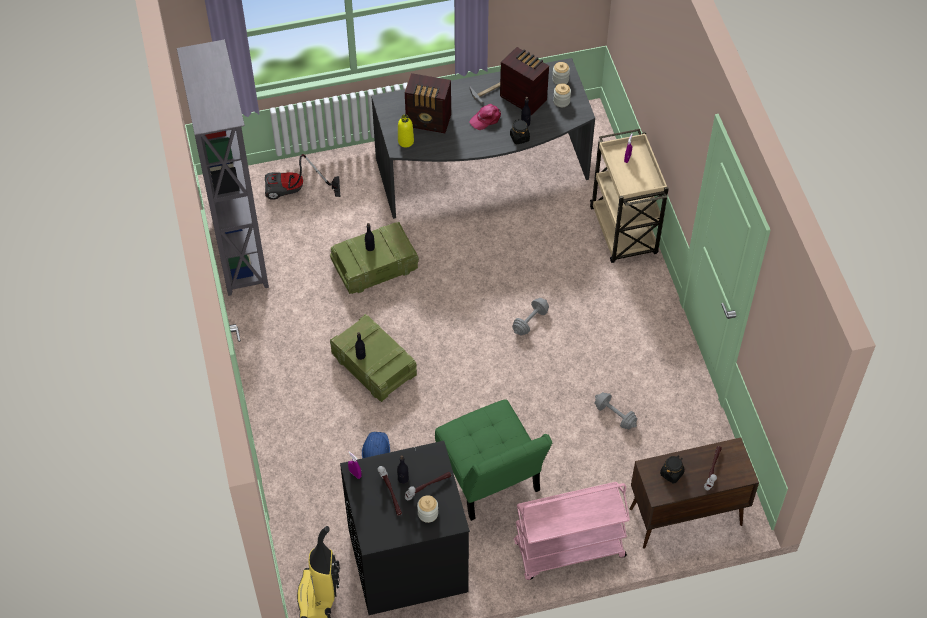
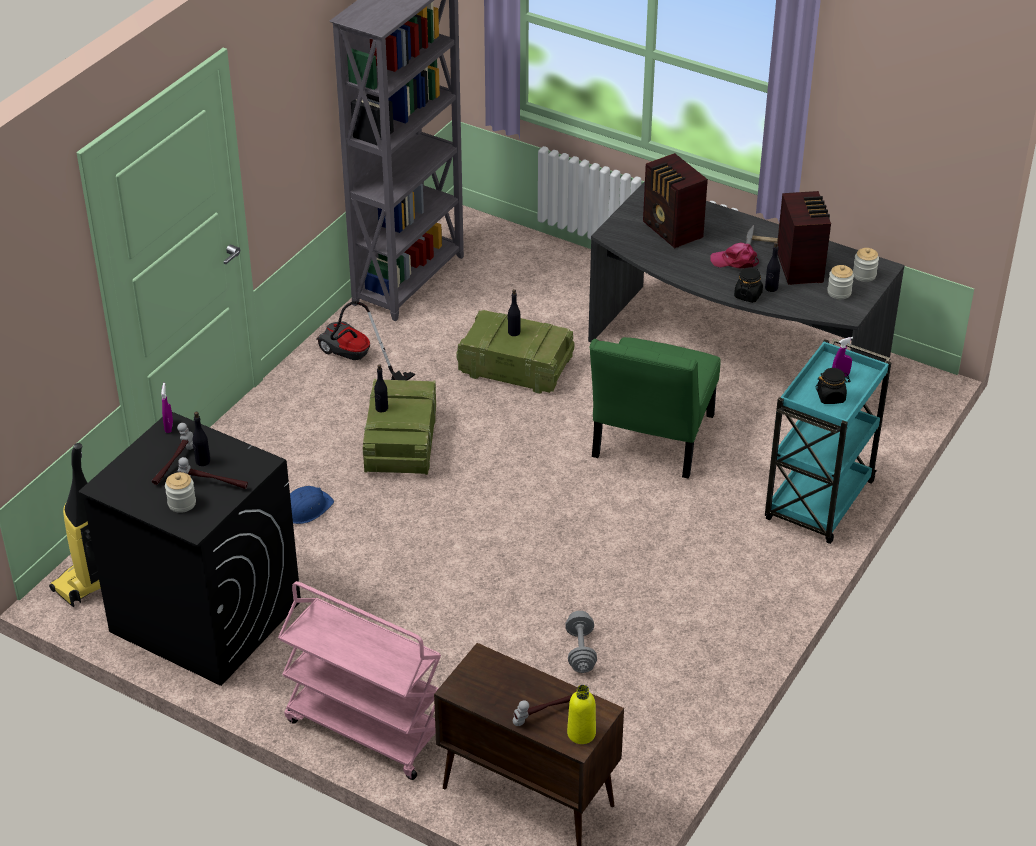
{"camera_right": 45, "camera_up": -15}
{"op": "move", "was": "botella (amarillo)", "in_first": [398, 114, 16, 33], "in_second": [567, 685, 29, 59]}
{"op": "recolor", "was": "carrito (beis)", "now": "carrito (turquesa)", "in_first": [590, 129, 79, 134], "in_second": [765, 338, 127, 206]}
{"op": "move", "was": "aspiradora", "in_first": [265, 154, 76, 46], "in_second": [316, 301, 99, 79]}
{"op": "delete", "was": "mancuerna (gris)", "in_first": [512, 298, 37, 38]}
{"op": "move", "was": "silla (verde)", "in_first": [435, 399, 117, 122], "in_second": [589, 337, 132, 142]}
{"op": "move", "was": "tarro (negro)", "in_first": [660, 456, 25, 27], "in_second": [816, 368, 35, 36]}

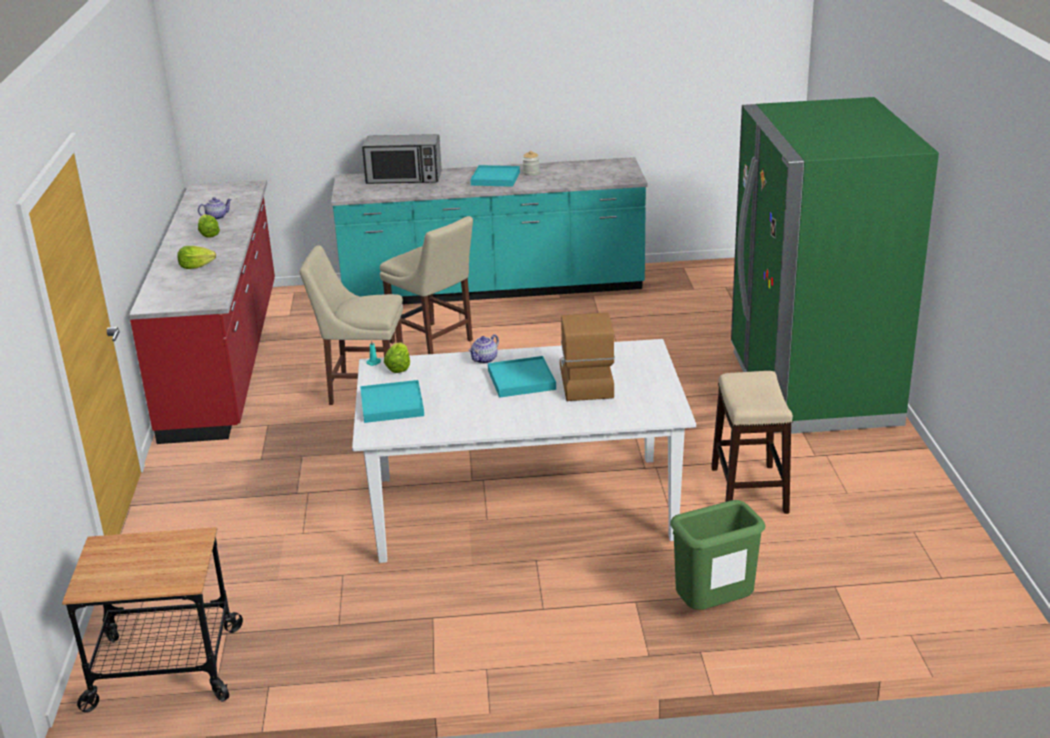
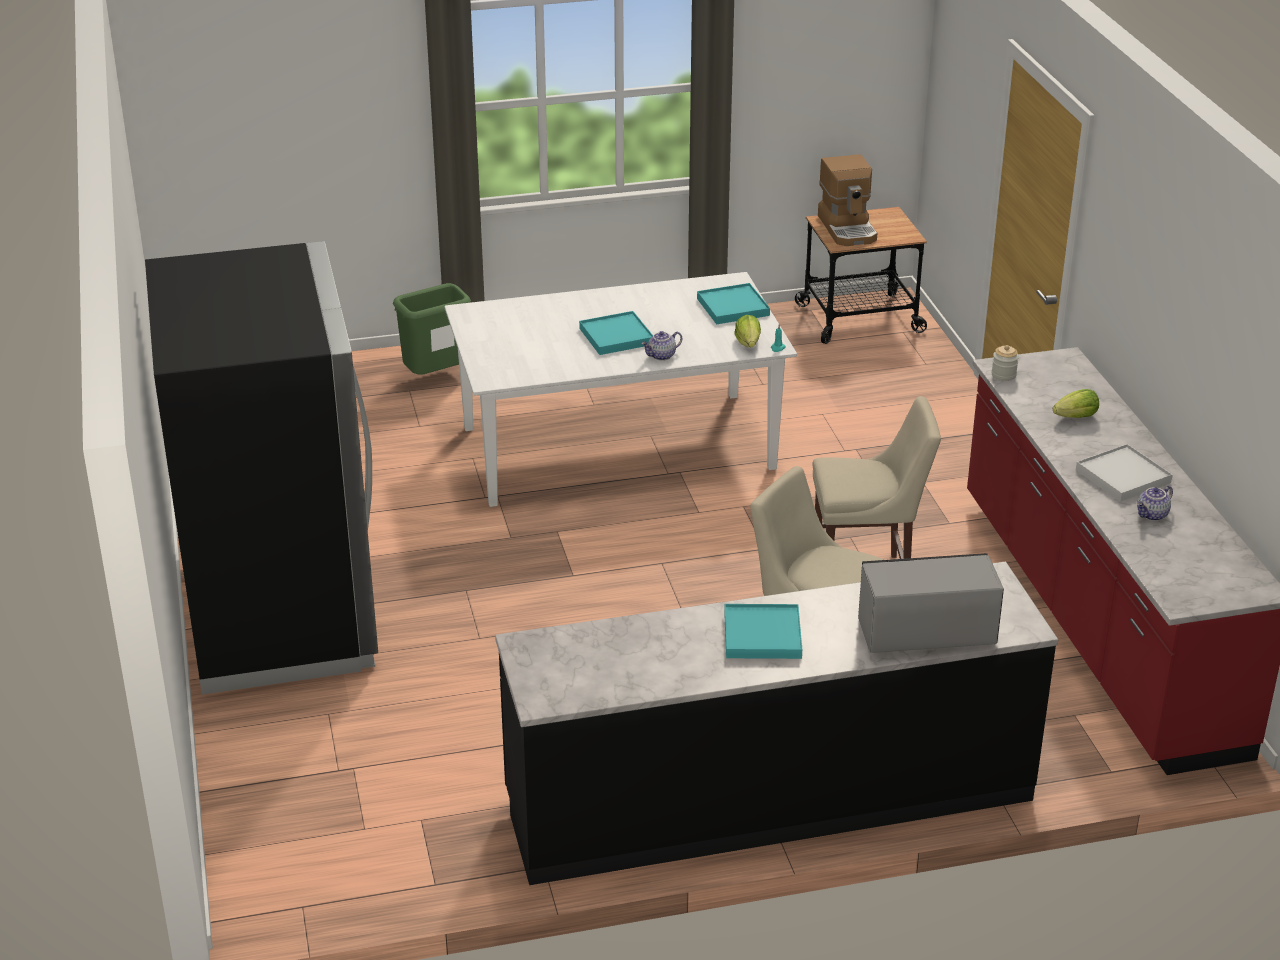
{"camera_right": 170, "camera_up": 5}
{"op": "recolor", "was": "nevera (verde)", "now": "nevera (negro)", "in_first": [731, 97, 208, 337], "in_second": [145, 241, 233, 454]}
{"op": "move", "was": "tarro", "in_first": [522, 151, 18, 25], "in_second": [992, 345, 27, 36]}
{"op": "recolor", "was": "mueble bajo de cocina (turquesa)", "now": "mueble bajo de cocina (negro)", "in_first": [331, 157, 316, 147], "in_second": [495, 561, 563, 324]}
{"op": "replace", "was": "lechuga", "now": "bandeja (blanco)", "in_first": [198, 214, 22, 24], "in_second": [1076, 444, 97, 58]}
{"op": "move", "was": "cafetera", "in_first": [560, 313, 55, 88], "in_second": [818, 154, 59, 92]}
{"op": "rotate", "was": "tetera", "in_first": [468, 334, 31, 30], "in_second": [641, 331, 41, 30], "clockwise": -150}
{"op": "delete", "was": "taburete", "in_first": [711, 371, 82, 143]}

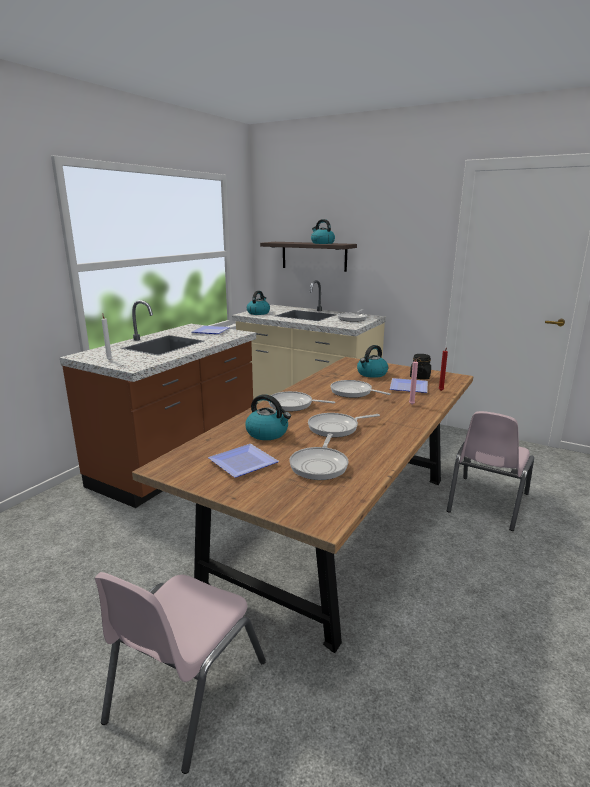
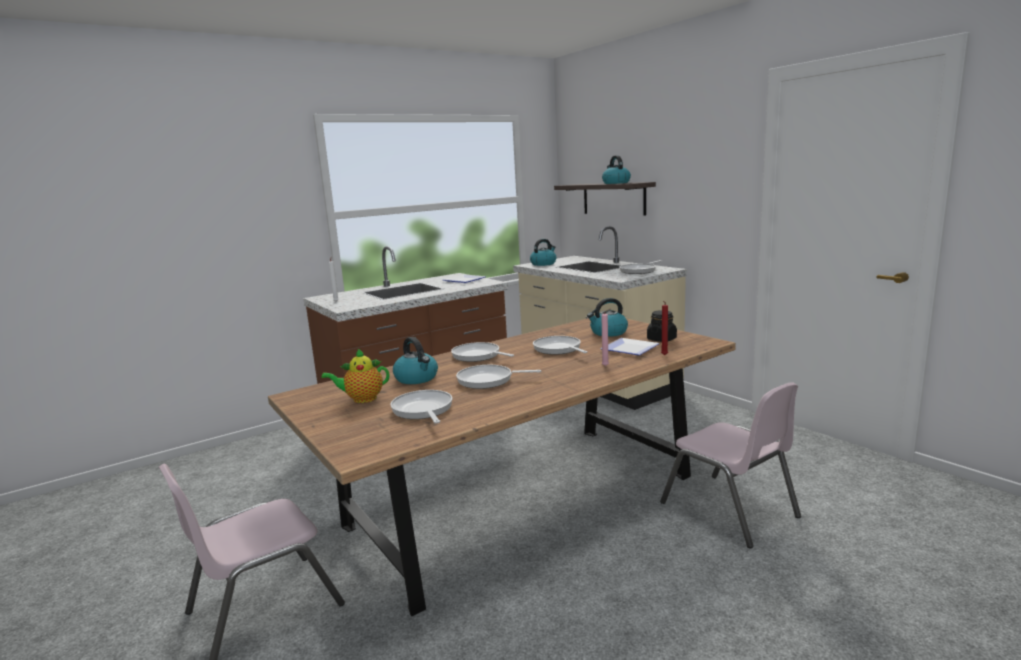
{"camera_right": 25, "camera_up": -5}
{"op": "rotate", "was": "silla (rosa)", "in_first": [447, 411, 87, 120], "in_second": [660, 382, 141, 166], "clockwise": -90}
{"op": "rotate", "was": "sartén", "in_first": [289, 433, 60, 47], "in_second": [390, 390, 62, 34], "clockwise": 120}
{"op": "replace", "was": "plato", "now": "tetera", "in_first": [208, 444, 71, 34], "in_second": [321, 348, 68, 55]}

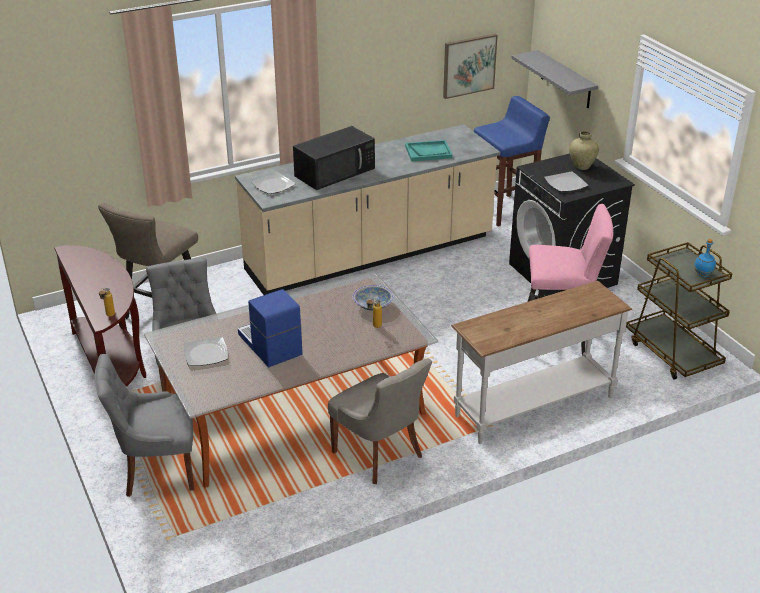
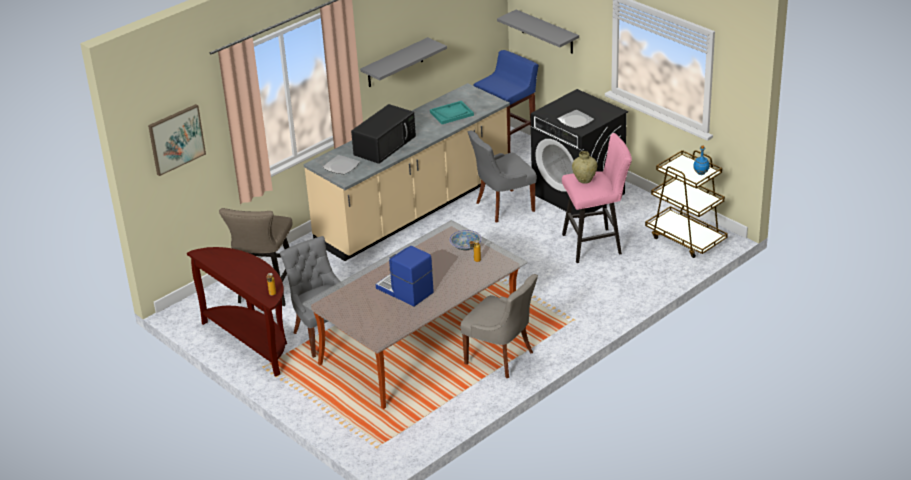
{"camera_right": -15, "camera_up": 0}
{"op": "move", "was": "cuadro", "in_first": [443, 34, 55, 65], "in_second": [148, 104, 58, 72]}
{"op": "move", "was": "florero (beis)", "in_first": [569, 131, 30, 39], "in_second": [572, 151, 25, 33]}
{"op": "delete", "was": "mesa consola (blanco)", "in_first": [451, 281, 181, 163]}
{"op": "delete", "was": "plato", "in_first": [184, 337, 44, 29]}
{"op": "move", "was": "silla (gris)", "in_first": [94, 354, 100, 143], "in_second": [468, 130, 69, 92]}
{"op": "insert", "now": "estante (gris)", "in_second": [360, 37, 87, 50]}

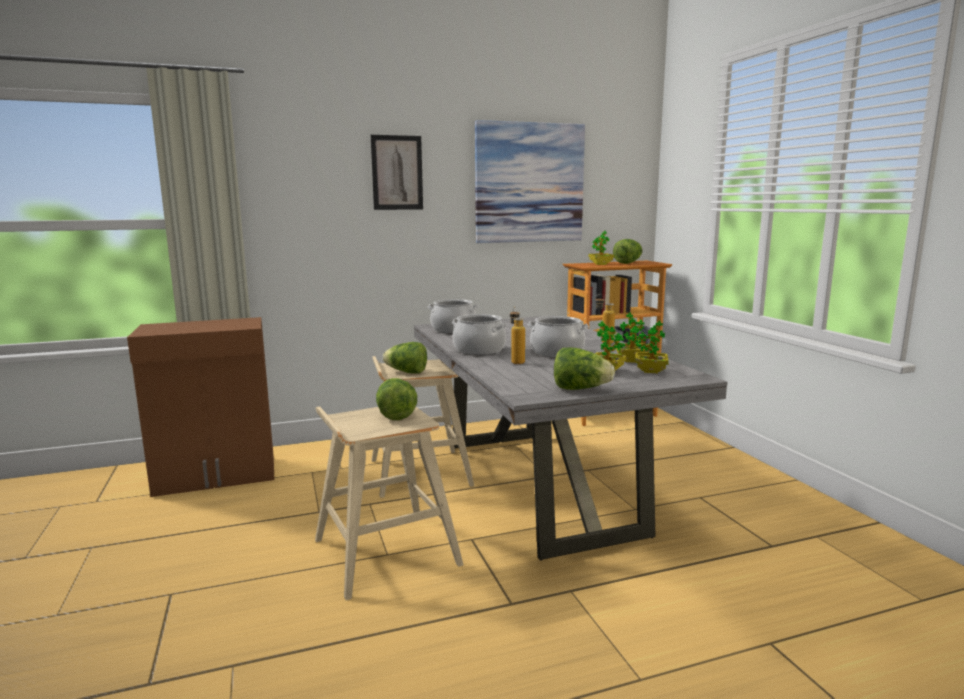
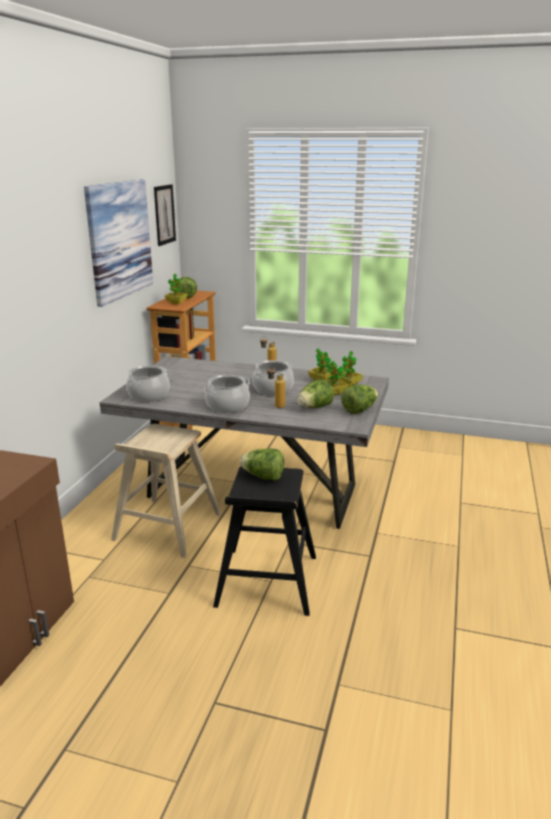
{"camera_right": -55, "camera_up": 10}
{"op": "move", "was": "cuadro", "in_first": [371, 135, 52, 75], "in_second": [154, 184, 22, 62]}
{"op": "move", "was": "lechuga", "in_first": [383, 342, 44, 31], "in_second": [297, 379, 37, 29]}
{"op": "recolor", "was": "taburete (beis)", "now": "taburete (negro)", "in_first": [315, 406, 149, 194], "in_second": [213, 466, 103, 150]}

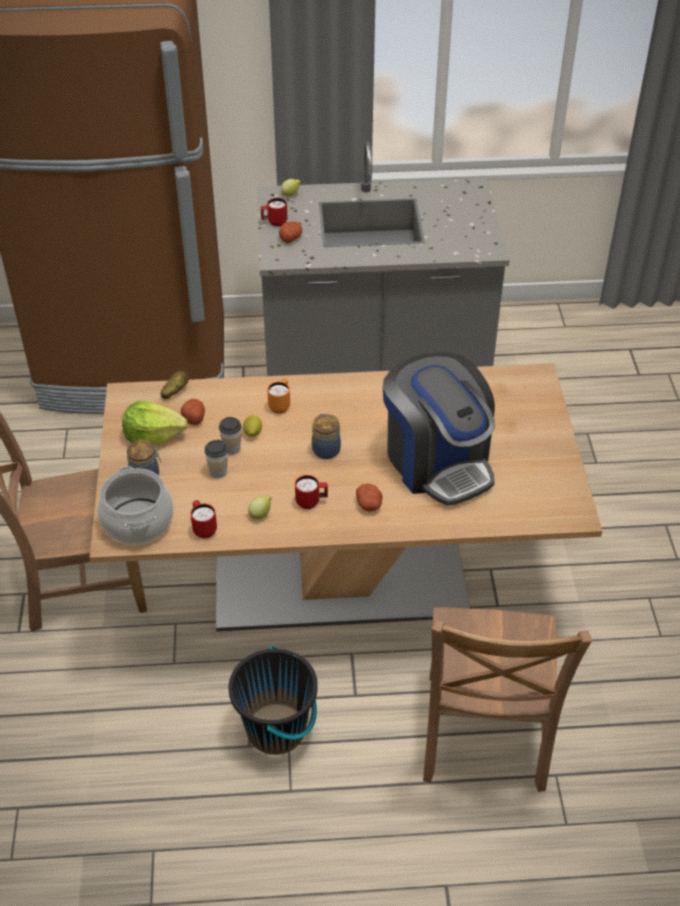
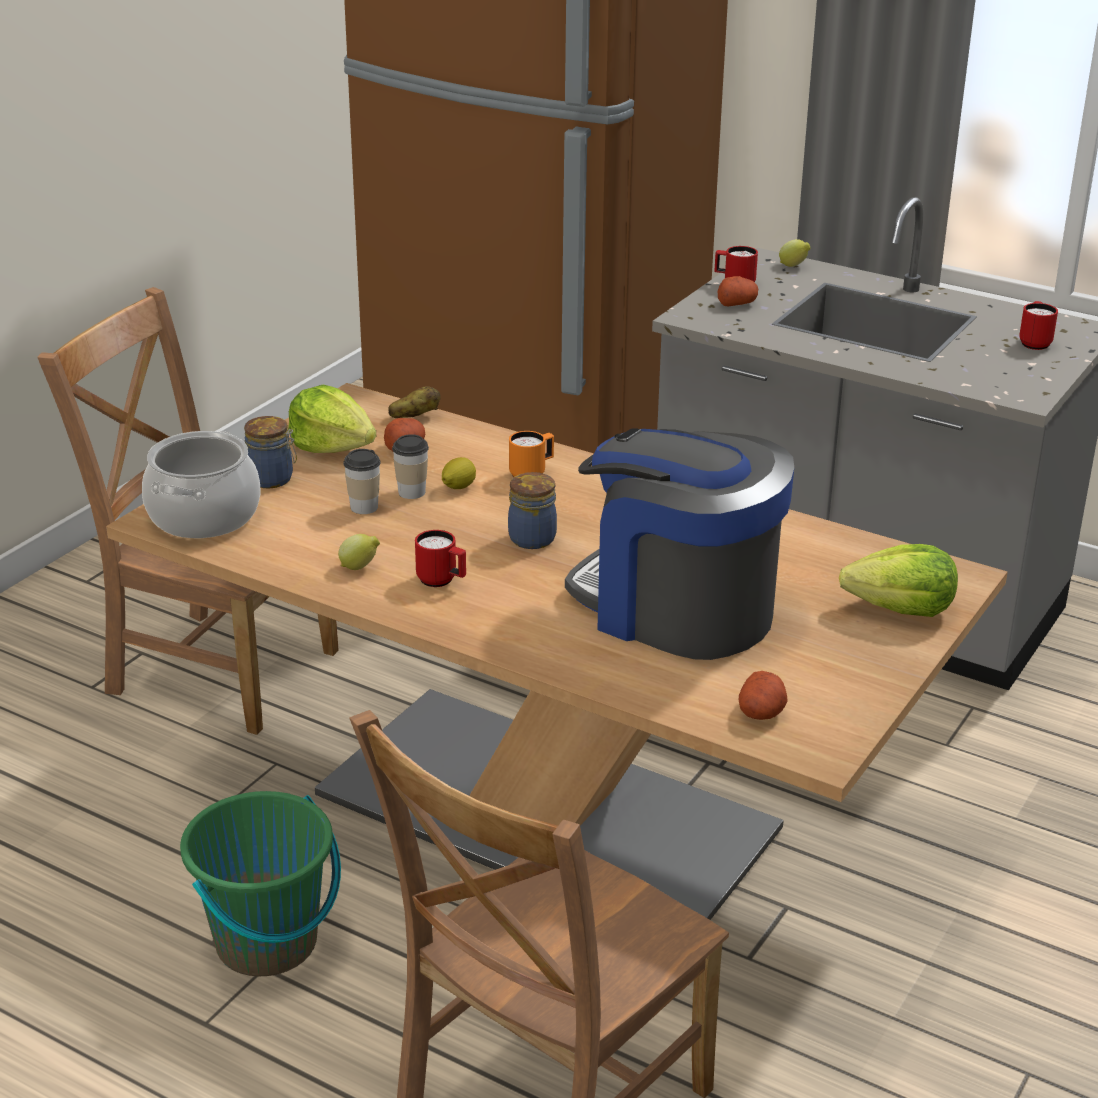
{"camera_right": 35, "camera_up": -15}
{"op": "rotate", "was": "cafetera", "in_first": [383, 352, 112, 154], "in_second": [565, 429, 229, 231], "clockwise": 120}
{"op": "move", "was": "patata", "in_first": [356, 484, 26, 27], "in_second": [739, 671, 49, 49]}
{"op": "move", "was": "taza grande (rojo)", "in_first": [191, 500, 26, 38], "in_second": [1019, 301, 39, 49]}
{"op": "recolor", "was": "cubo (negro)", "now": "cubo (verde)", "in_first": [228, 645, 90, 110], "in_second": [180, 791, 161, 185]}
{"op": "insert", "now": "lechuga", "in_second": [839, 544, 119, 73]}

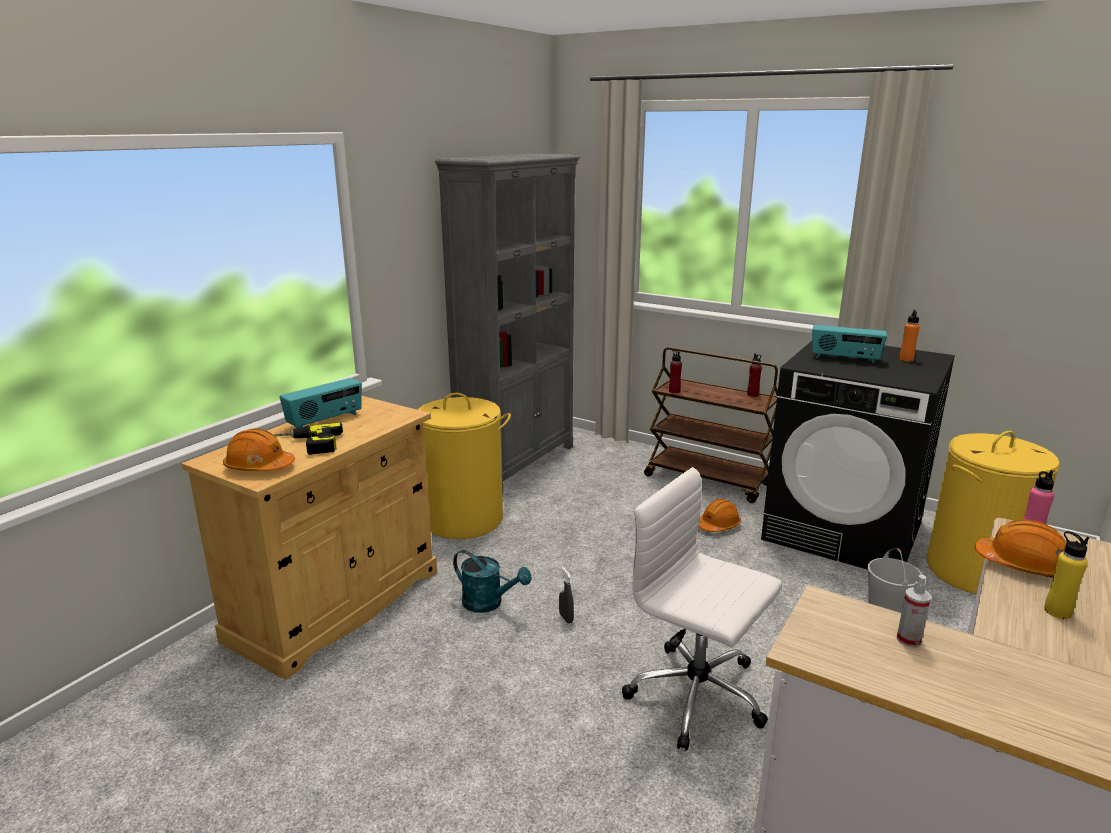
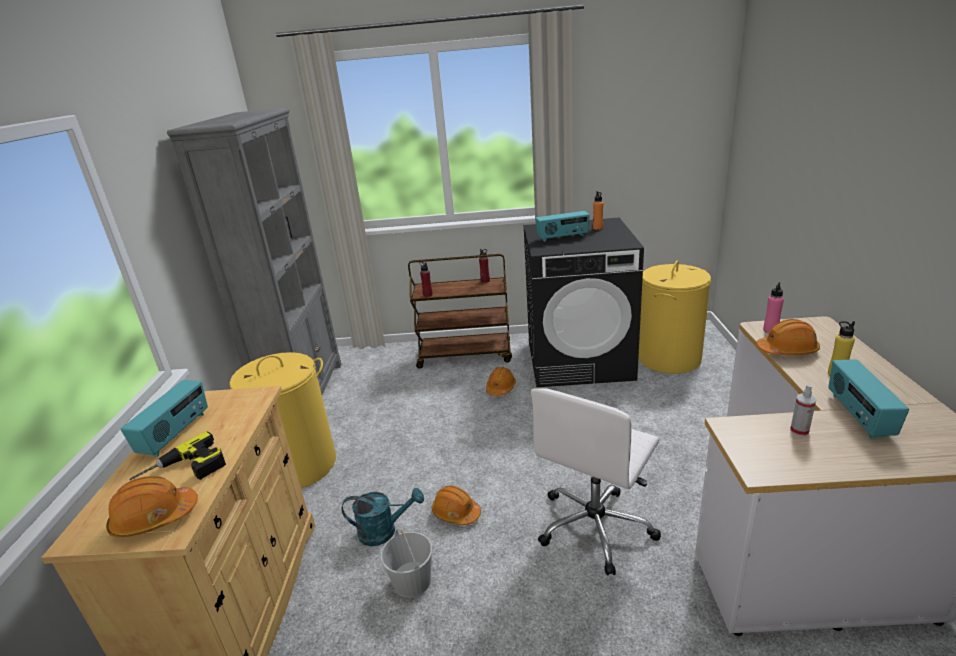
{"camera_right": -30, "camera_up": 5}
{"op": "rotate", "was": "silla de oficina (blanco)", "in_first": [622, 467, 160, 284], "in_second": [531, 388, 130, 188], "clockwise": -60}
{"op": "move", "was": "cubo (blanco)", "in_first": [868, 548, 54, 65], "in_second": [380, 529, 52, 69]}
{"op": "replace", "was": "pulverizador (gris)", "now": "casco (naranja)", "in_first": [559, 567, 15, 57], "in_second": [432, 485, 49, 40]}
{"op": "insert", "now": "radio", "in_second": [828, 359, 81, 80]}

